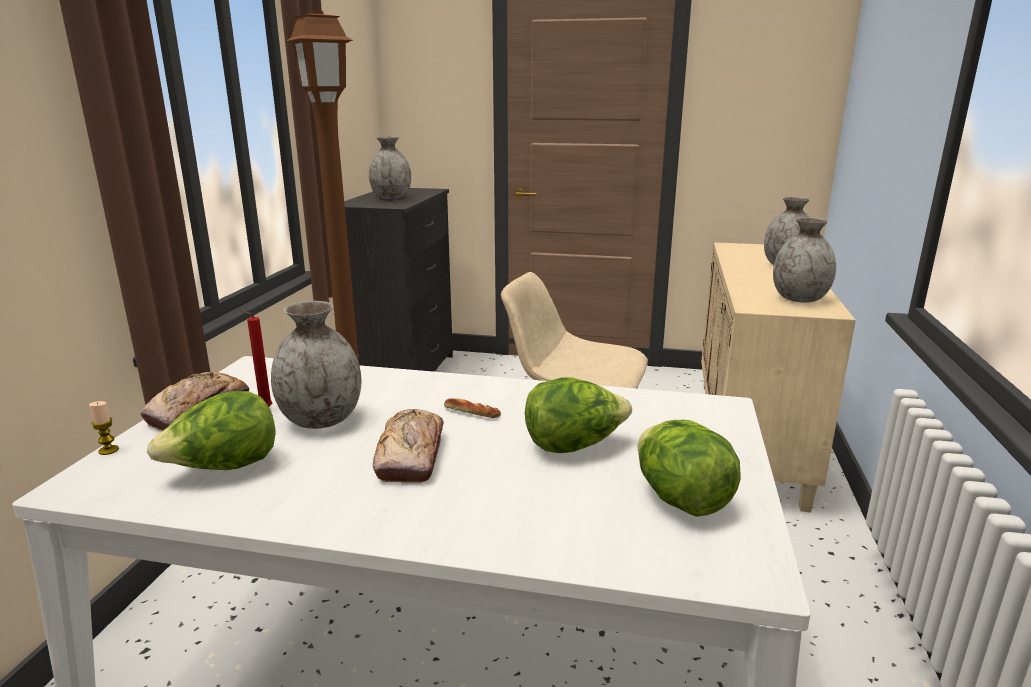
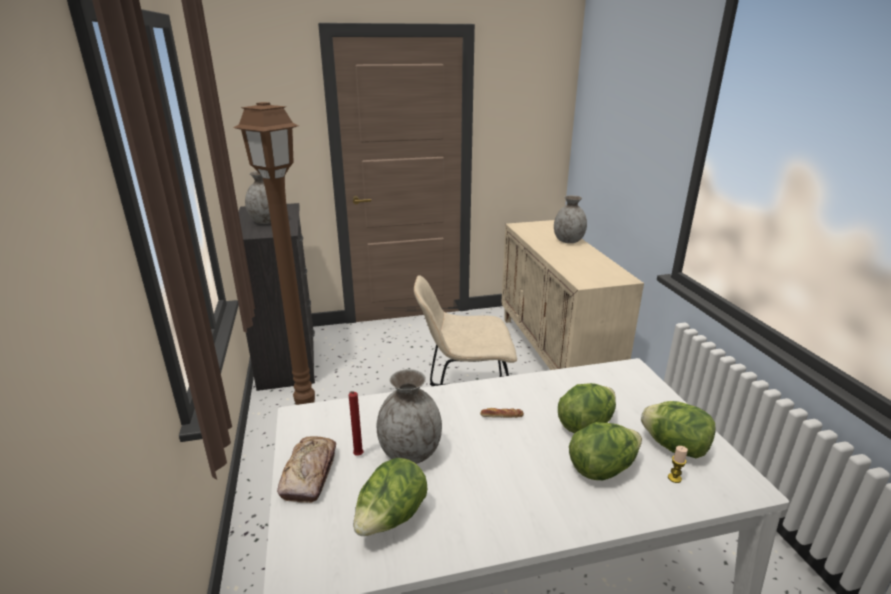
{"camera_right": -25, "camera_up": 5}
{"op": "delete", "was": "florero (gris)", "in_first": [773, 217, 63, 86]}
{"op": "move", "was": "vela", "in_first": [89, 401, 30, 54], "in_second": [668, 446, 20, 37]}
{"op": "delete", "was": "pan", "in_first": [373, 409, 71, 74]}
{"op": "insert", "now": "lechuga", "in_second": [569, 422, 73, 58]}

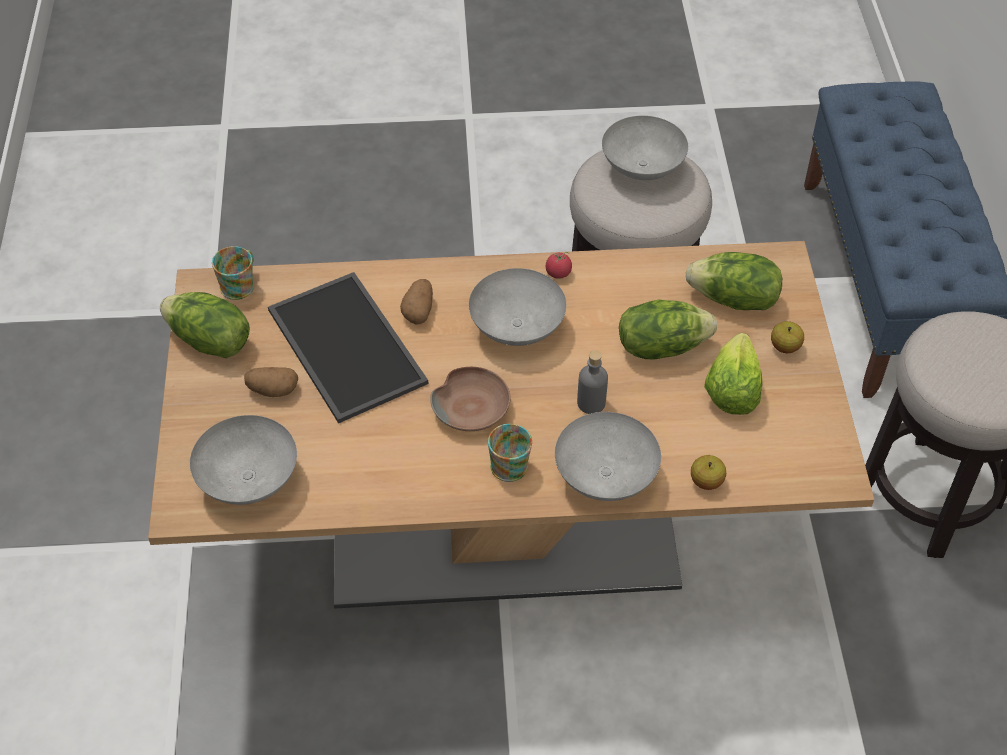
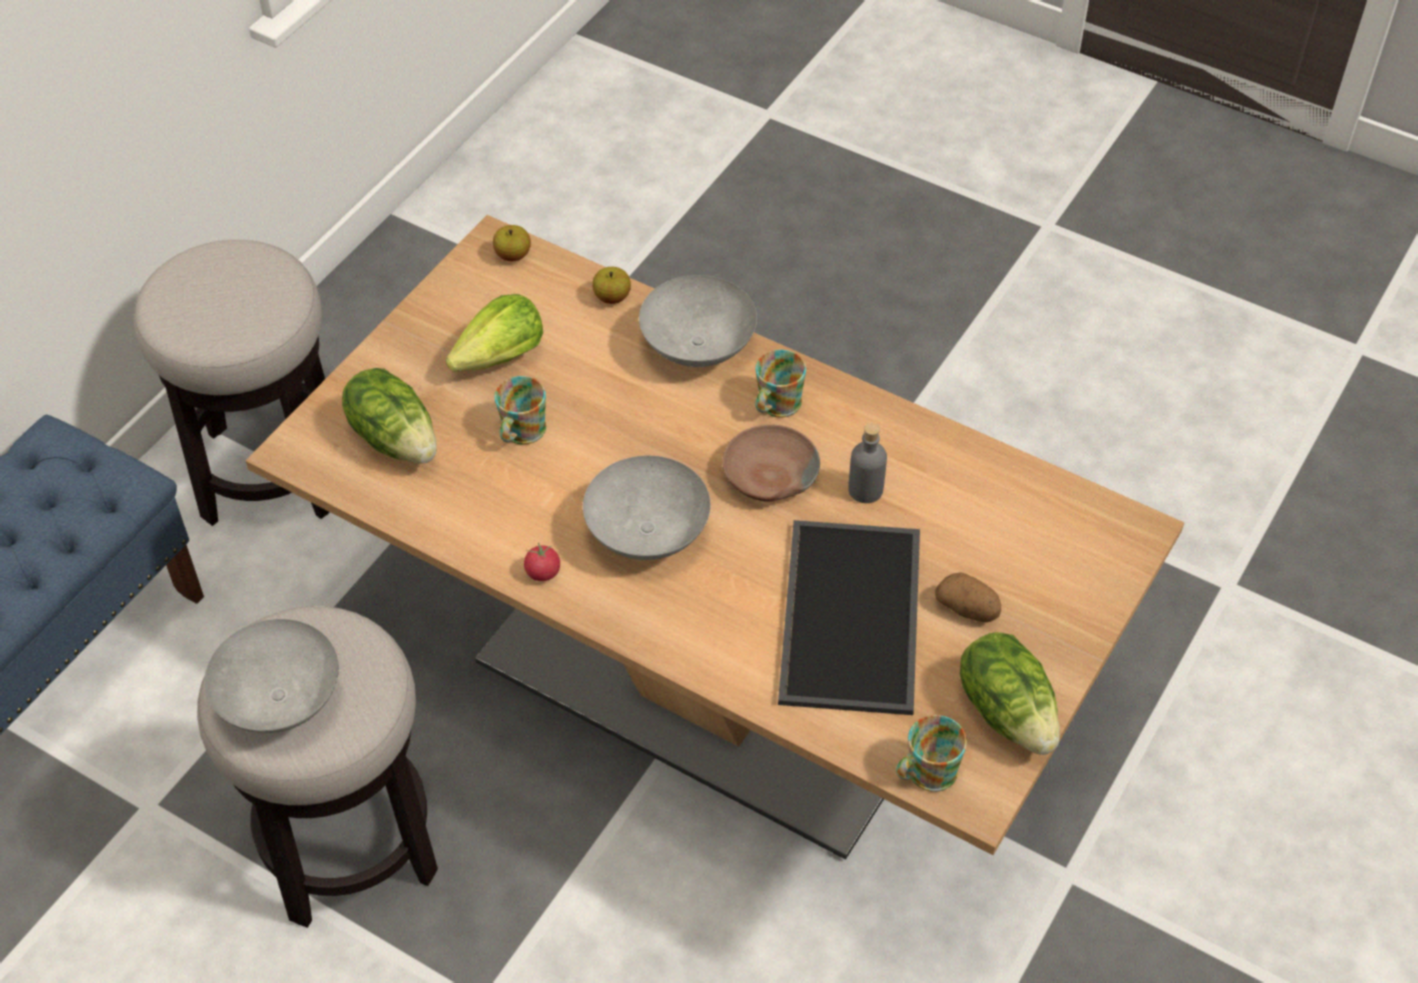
{"camera_right": -145, "camera_up": 0}
{"op": "delete", "was": "patata", "in_first": [400, 279, 33, 45]}
{"op": "replace", "was": "lechuga", "now": "taza grande", "in_first": [619, 300, 98, 59], "in_second": [494, 376, 52, 69]}
{"op": "move", "was": "manzana", "in_first": [771, 321, 33, 32], "in_second": [493, 225, 38, 36]}
{"op": "move", "was": "botella (gris)", "in_first": [577, 350, 31, 64], "in_second": [848, 423, 39, 80]}
{"op": "delete", "was": "cuenco (gris)", "in_first": [190, 415, 107, 90]}

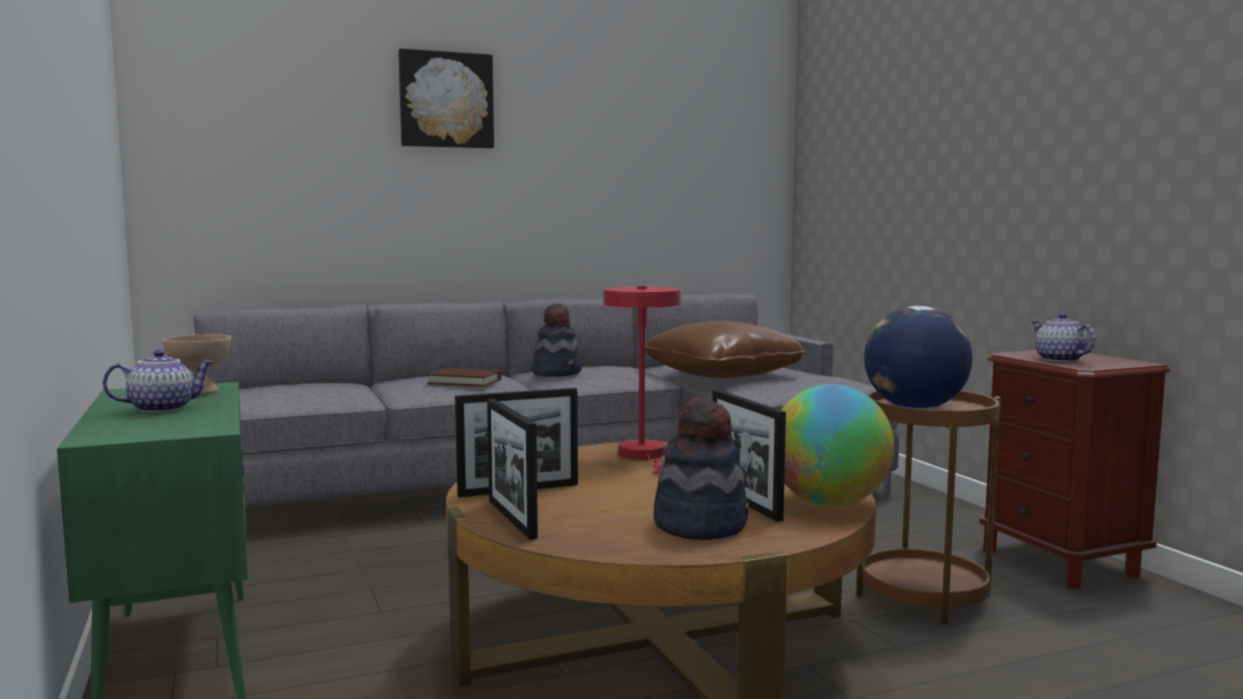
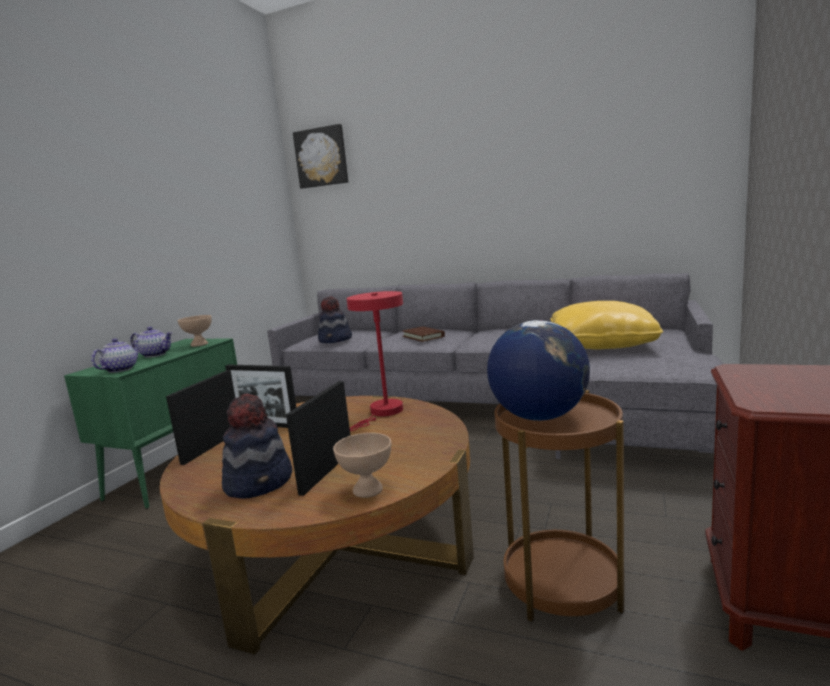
{"camera_right": 45, "camera_up": 5}
{"op": "move", "was": "cuadro", "in_first": [398, 48, 96, 101], "in_second": [293, 124, 55, 64]}
{"op": "move", "was": "sombrero", "in_first": [532, 304, 50, 73], "in_second": [318, 296, 34, 47]}
{"op": "move", "was": "tetera", "in_first": [1031, 313, 65, 49], "in_second": [91, 338, 48, 35]}
{"op": "recolor", "was": "cojín (marrón)", "now": "cojín (amarillo)", "in_first": [645, 321, 161, 57], "in_second": [550, 301, 113, 49]}
{"op": "replace", "was": "globo terráqueo", "now": "cuenco (beis)", "in_first": [781, 384, 113, 122], "in_second": [333, 433, 58, 65]}

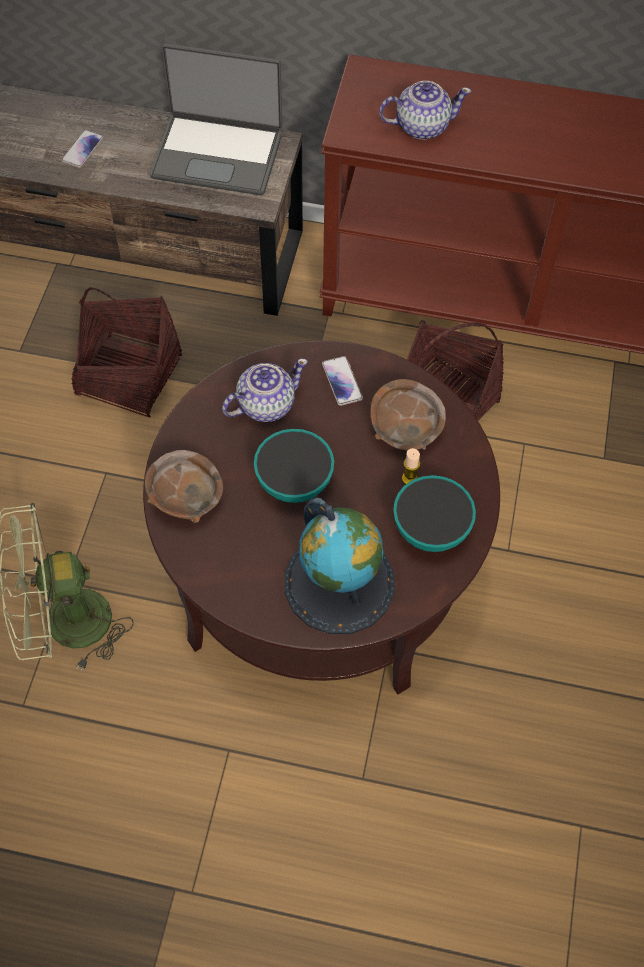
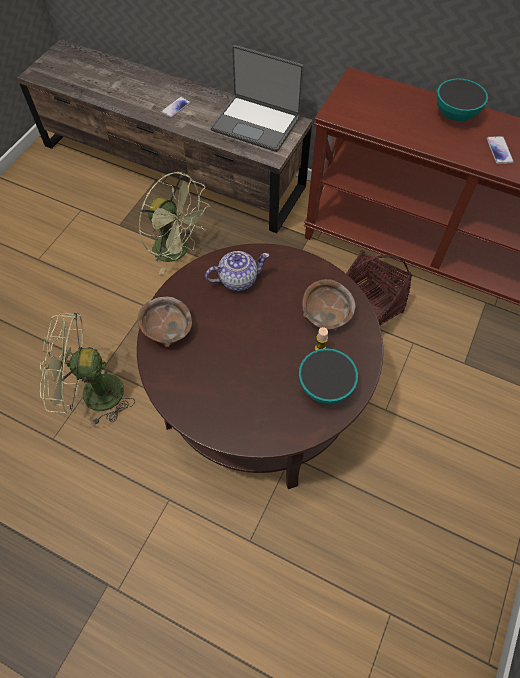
{"camera_right": 15, "camera_up": 0}
{"op": "delete", "was": "tetera", "in_first": [379, 81, 92, 58]}
{"op": "replace", "was": "cesta", "now": "ventilador (verde)", "in_first": [72, 287, 110, 131], "in_second": [139, 171, 71, 104]}
{"op": "move", "was": "móvil", "in_first": [322, 356, 41, 50], "in_second": [486, 136, 28, 28]}
{"op": "move", "was": "cuenco", "in_first": [254, 429, 80, 74], "in_second": [436, 78, 52, 43]}
{"op": "delete", "was": "globo terráqueo", "in_first": [284, 498, 111, 136]}

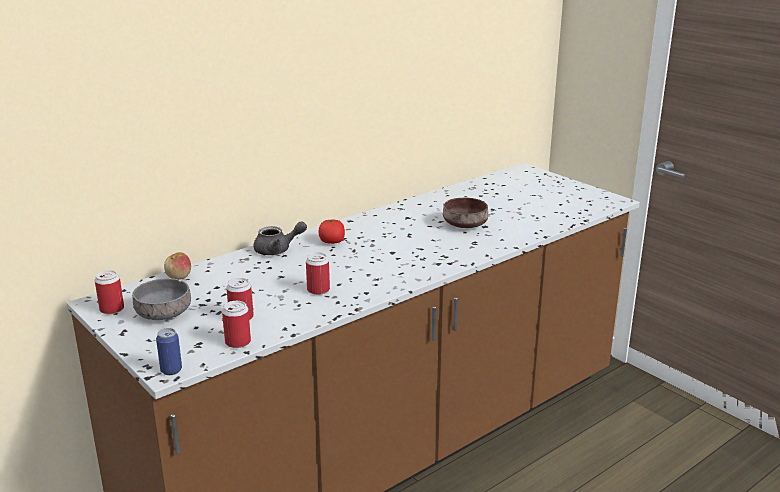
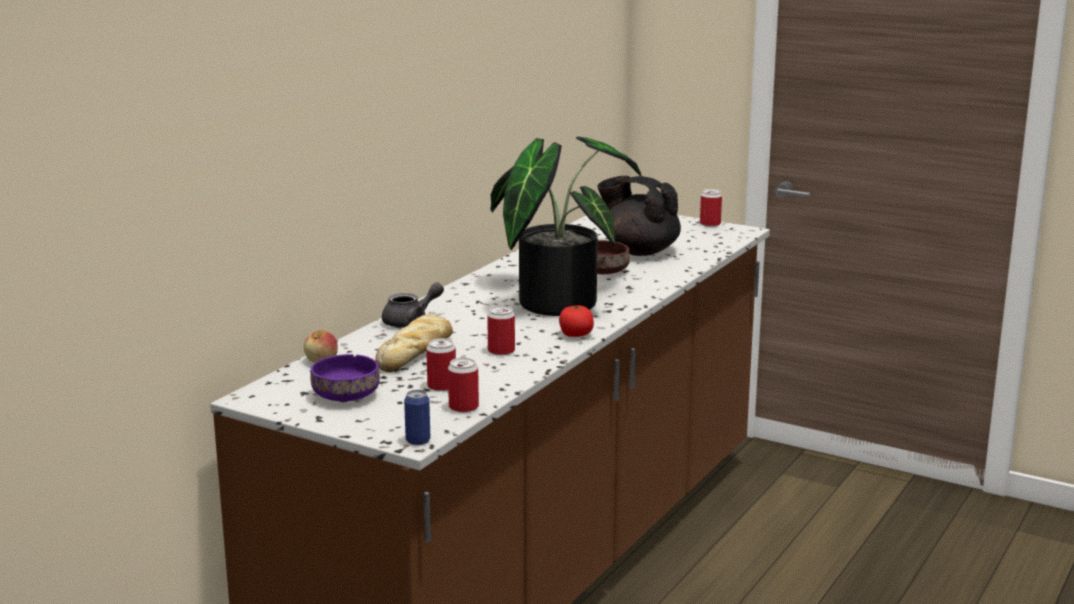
{"camera_right": -20, "camera_up": -5}
{"op": "move", "was": "tomate", "in_first": [319, 220, 26, 24], "in_second": [559, 306, 35, 31]}
{"op": "move", "was": "lata", "in_first": [94, 270, 30, 44], "in_second": [700, 189, 22, 38]}
{"op": "recolor", "was": "cuenco (gris)", "now": "cuenco (morado)", "in_first": [132, 278, 59, 42], "in_second": [310, 354, 70, 47]}
{"op": "insert", "now": "planta en maceta", "in_second": [490, 137, 152, 179]}
{"op": "insert", "now": "tetera (negro)", "in_second": [597, 176, 84, 80]}
{"op": "insert", "now": "pan", "in_second": [375, 314, 78, 58]}

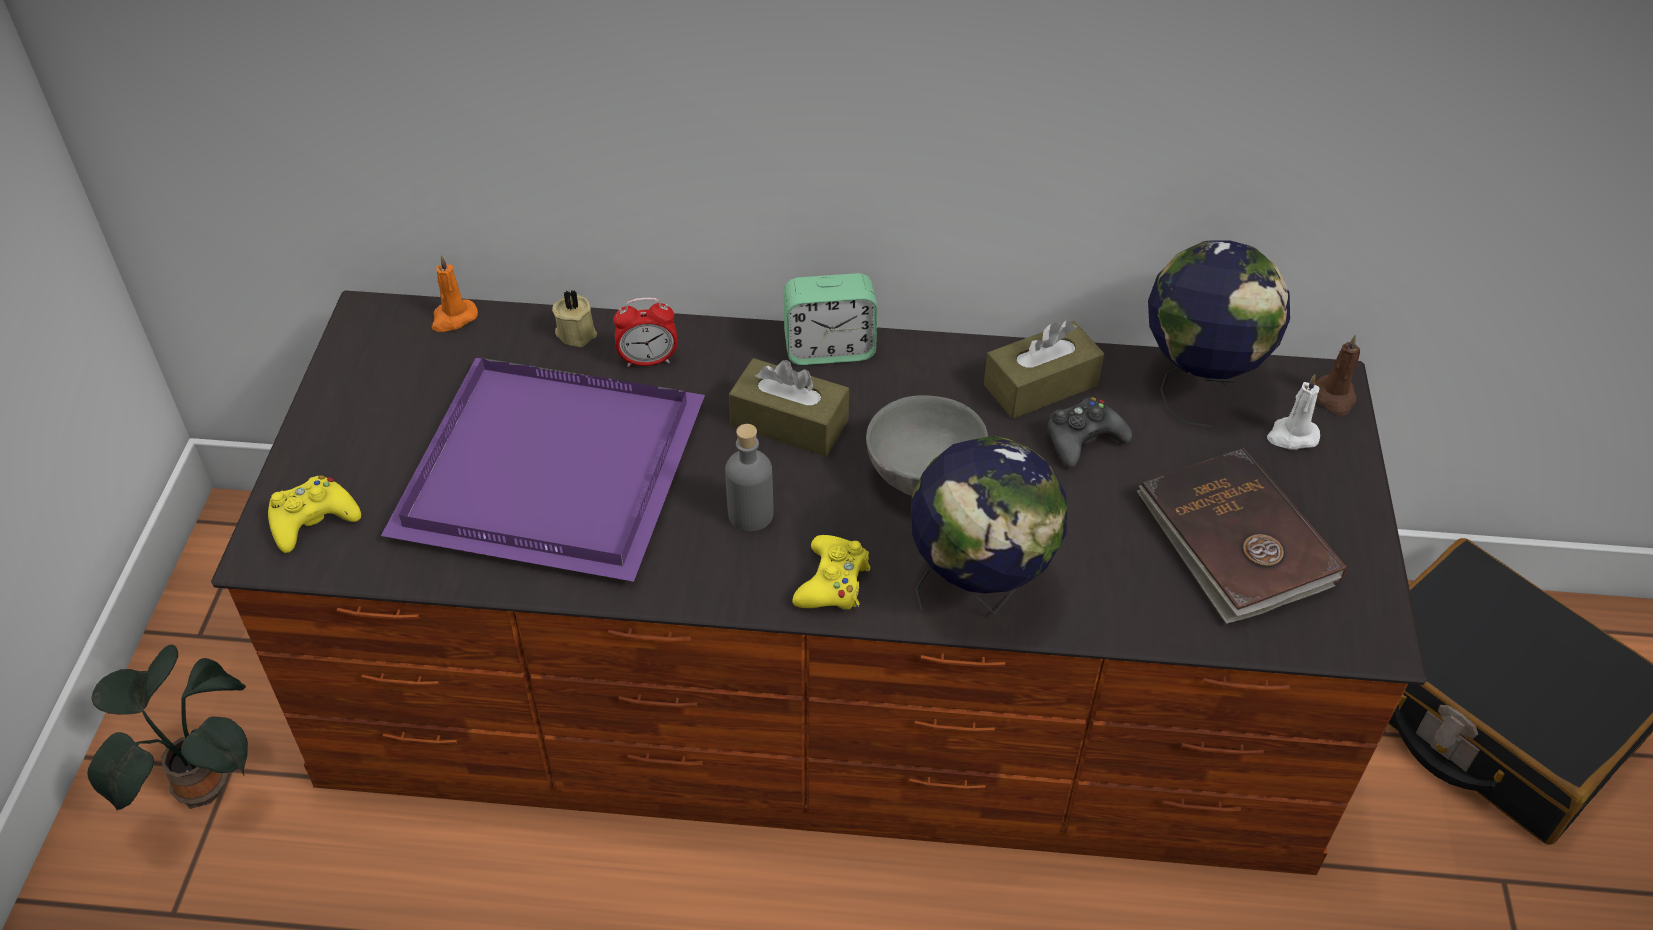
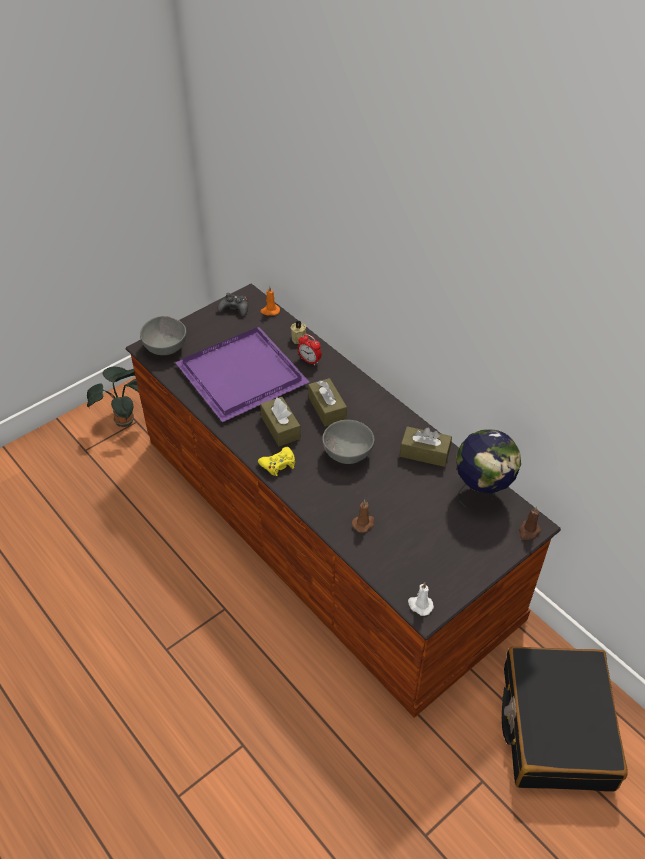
{"camera_right": 45, "camera_up": 0}
{"op": "delete", "was": "despertador", "in_first": [784, 273, 94, 92]}
{"op": "move", "was": "vela (blanco)", "in_first": [1267, 374, 53, 76], "in_second": [408, 582, 26, 34]}
{"op": "move", "was": "mando de consola (negro)", "in_first": [1046, 397, 86, 70], "in_second": [218, 293, 30, 23]}
{"op": "replace", "was": "botella (gris)", "now": "caja de pañuelos (marrón)", "in_first": [725, 424, 49, 108], "in_second": [260, 397, 41, 49]}
{"op": "delete", "was": "globo terráqueo", "in_first": [911, 436, 156, 178]}
{"op": "delete", "was": "libro (marrón)", "in_first": [1137, 447, 210, 177]}
{"op": "replace", "was": "mando de consola (amarillo)", "now": "cuenco (gris)", "in_first": [268, 475, 93, 78], "in_second": [140, 316, 46, 39]}
{"op": "insert", "now": "vela (marrón)", "in_second": [352, 500, 23, 33]}

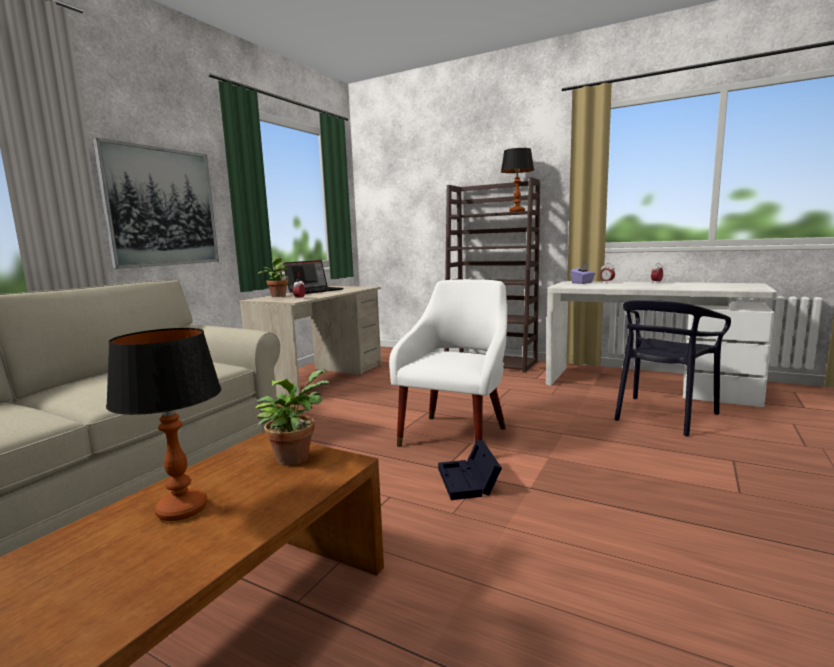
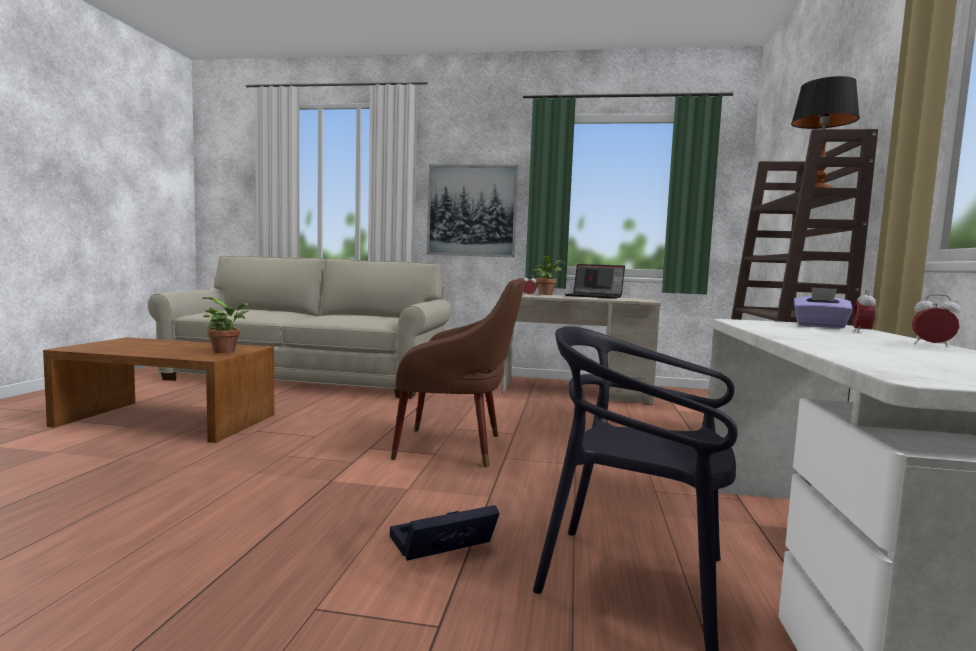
{"camera_right": 70, "camera_up": -5}
{"op": "recolor", "was": "sillón (blanco)", "now": "sillón (marrón)", "in_first": [389, 279, 118, 168], "in_second": [391, 278, 134, 189]}
{"op": "delete", "was": "lámpara de mesa", "in_first": [106, 328, 115, 193]}
{"op": "move", "was": "caja de almacenaje (negro)", "in_first": [438, 439, 64, 61], "in_second": [390, 505, 110, 56]}

